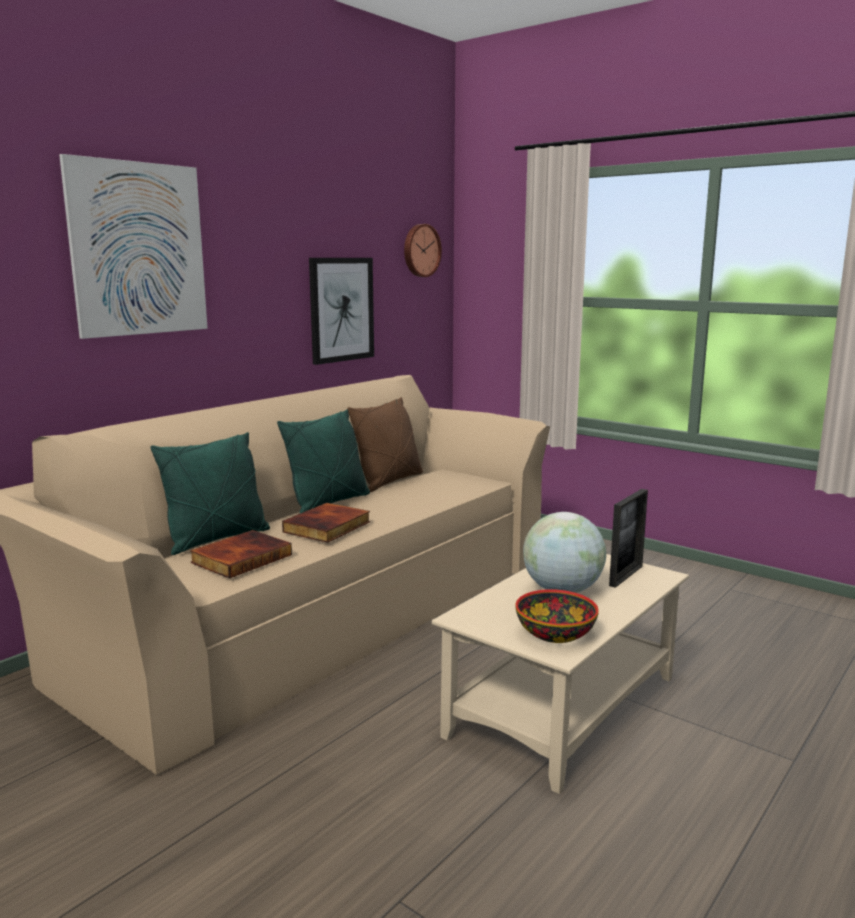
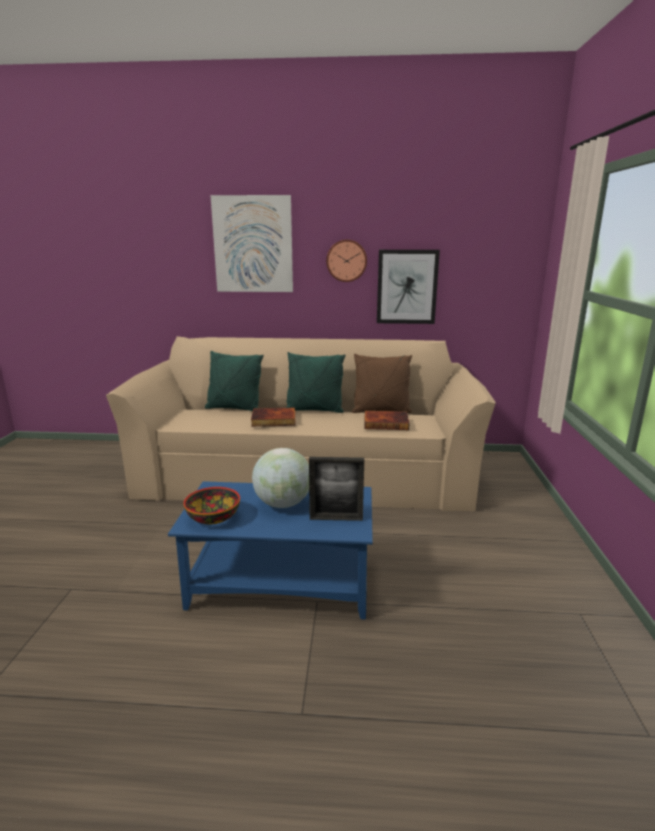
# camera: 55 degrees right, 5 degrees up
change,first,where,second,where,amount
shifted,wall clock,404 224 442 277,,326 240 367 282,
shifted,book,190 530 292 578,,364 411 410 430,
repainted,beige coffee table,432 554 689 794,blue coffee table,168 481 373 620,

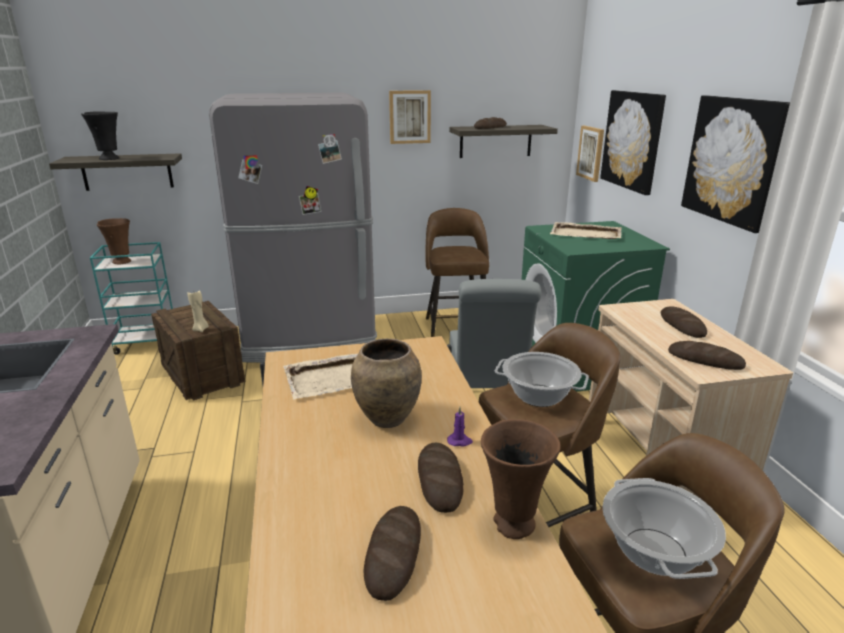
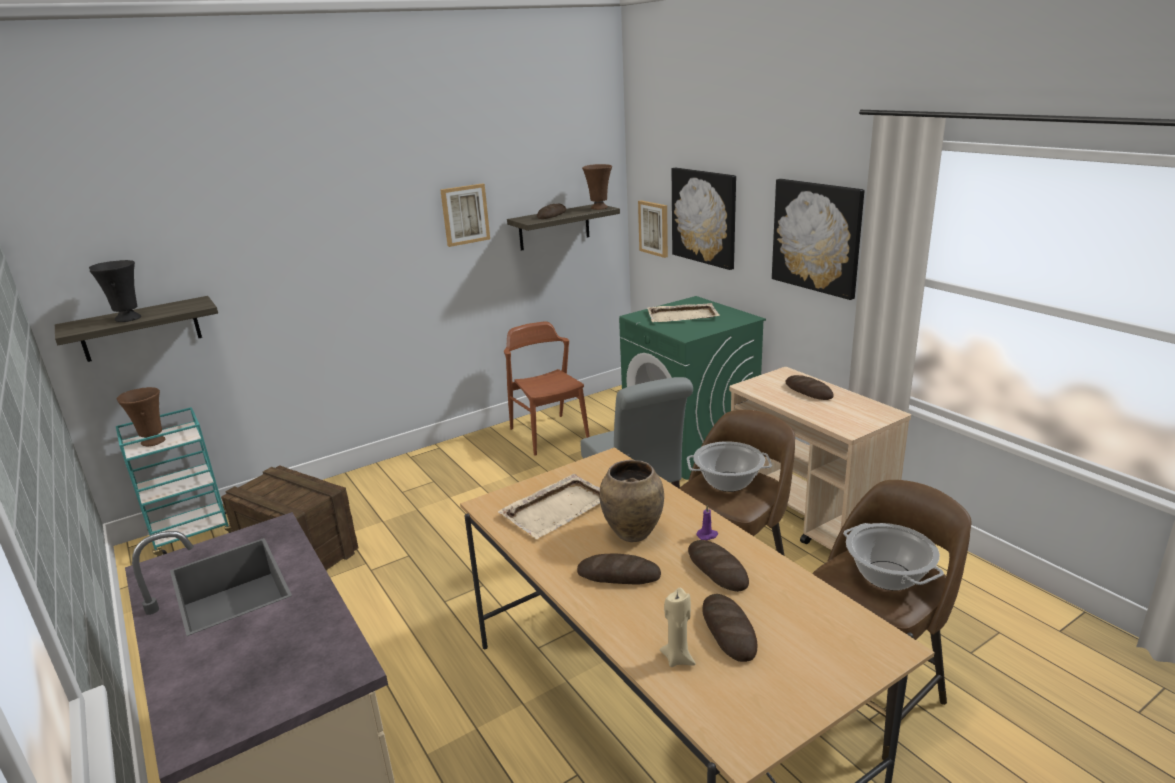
# camera: 20 degrees left, 0 degrees up
change,first,where,second,where,amount
gone,grey fridge,209 93 377 363,,,
swapped,brown stool,425 208 489 337,brown chair,504 322 590 456,
shifted,beige candle,187 291 209 332,,659 588 696 667,
shifted,bread,668 341 746 370,,577 553 661 584,
shifted,brown vase,481 419 561 539,,582 164 612 210,

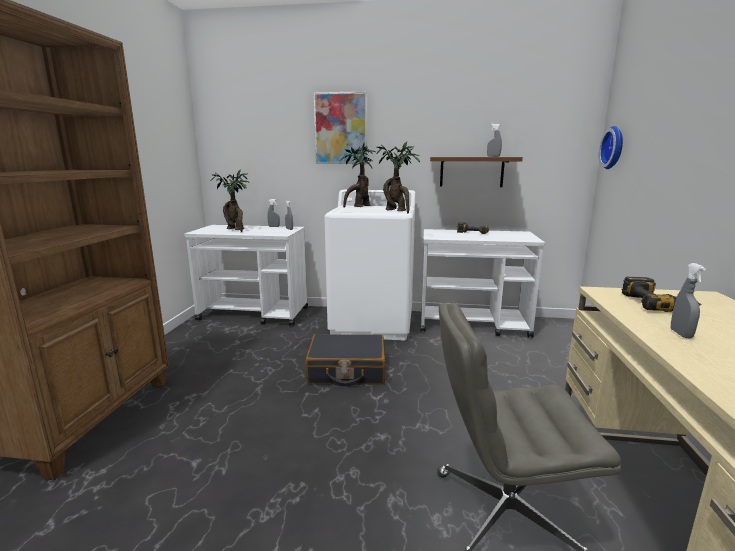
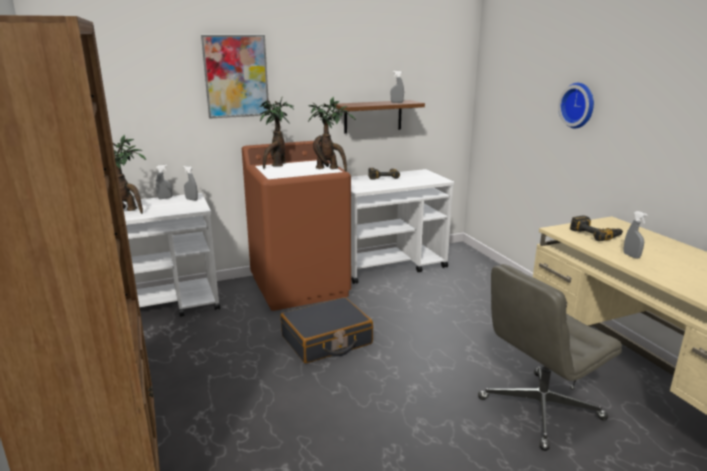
# camera: 30 degrees left, 5 degrees up
change,first,where,second,where,amount
shifted,wall clock,599 126 623 169,,558 83 594 128,
repainted,white washing machine,324 190 416 341,brown washing machine,242 141 351 311,

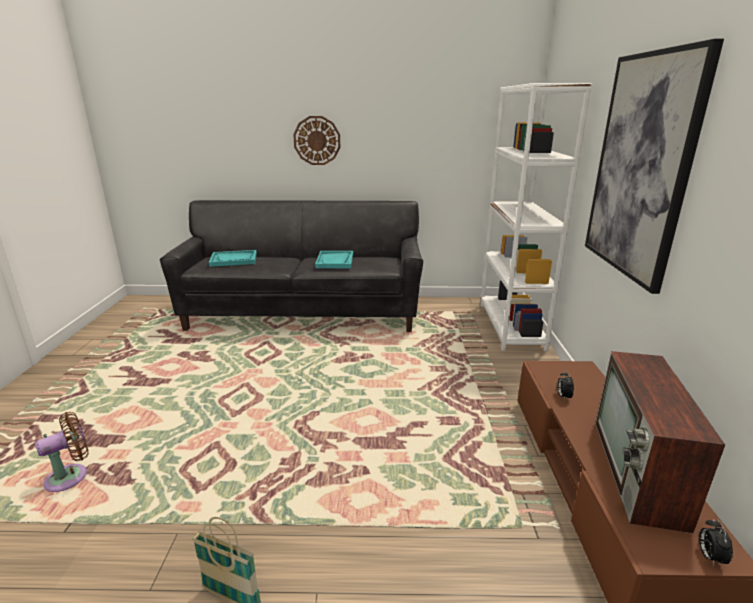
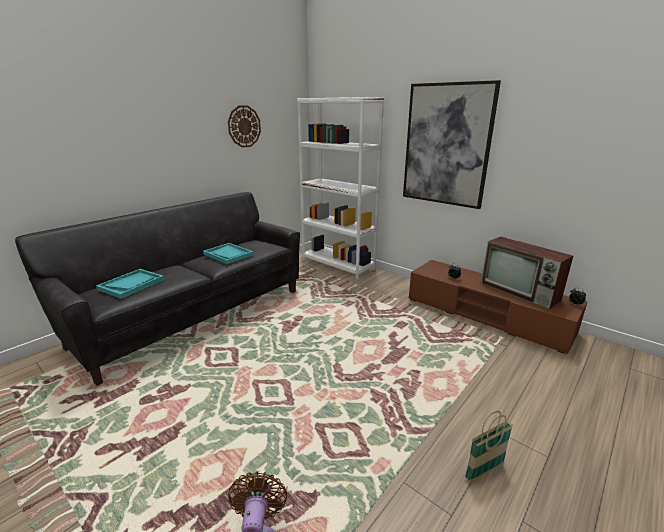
# camera: 50 degrees left, 0 degrees up
change,first,where,second,where,amount
shifted,wall clock,293 116 340 165,,228 105 261 148,

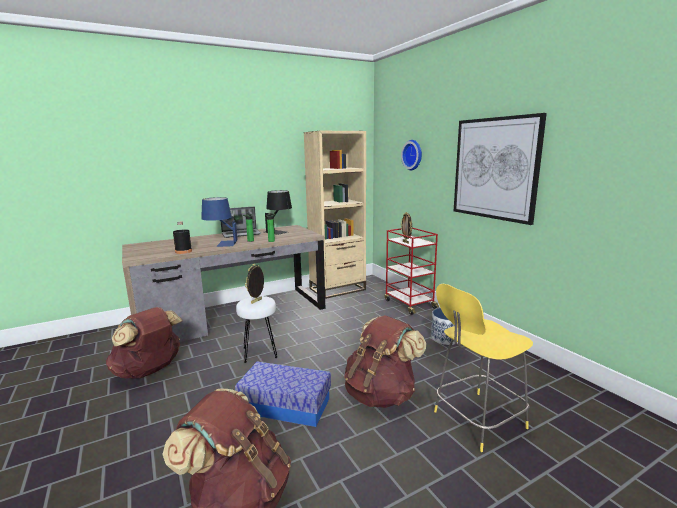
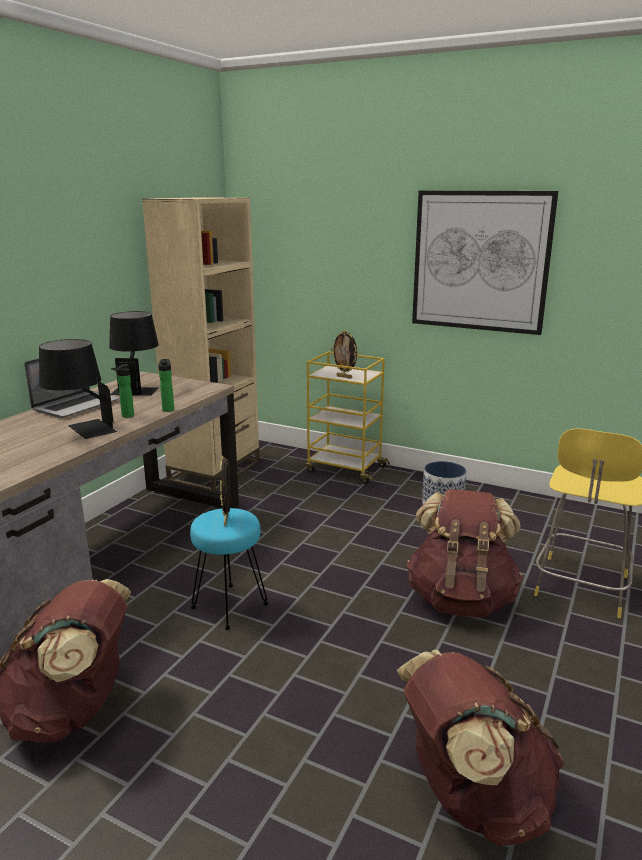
# camera: 35 degrees left, 5 degrees up
change,first,where,second,where,amount
gone,wall clock,401 140 422 170,,,
repainted,blue table lamp,201 197 238 247,black table lamp,39 339 117 439,
gone,black bottle,173 222 192 254,,,
repainted,red cart,385 227 439 315,yellow cart,306 351 390 484,
repainted,white stool,236 296 278 363,turquoise stool,190 508 268 630,
gone,storage box,235 361 331 427,,,

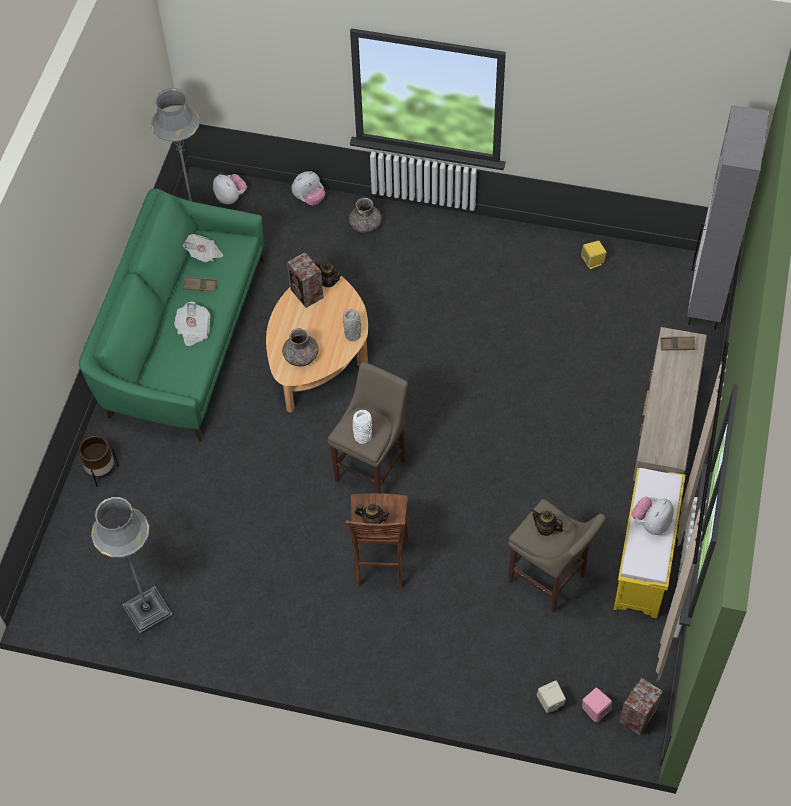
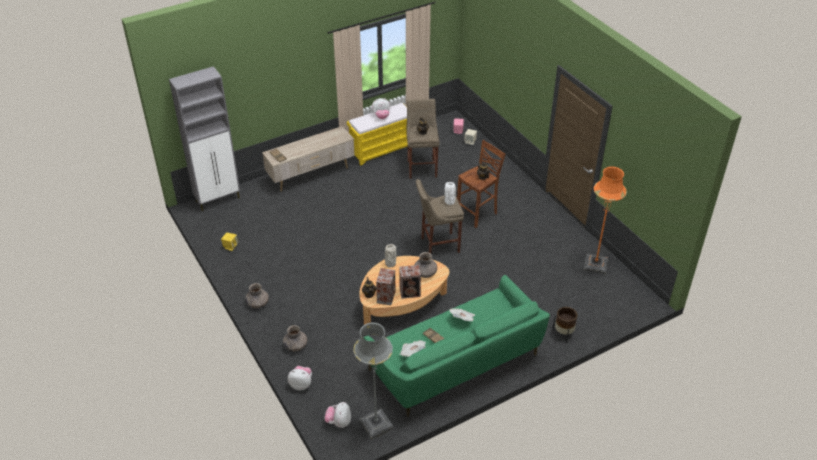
# camera: 135 degrees left, 15 degrees down
change,first,where,second,where,amount
repainted,grey floor lamp,91 497 173 635,orange floor lamp,584 166 627 275,
shifted,speaker,619 678 663 736,,399 265 421 299,
new,,,grey vase,246 283 269 308,

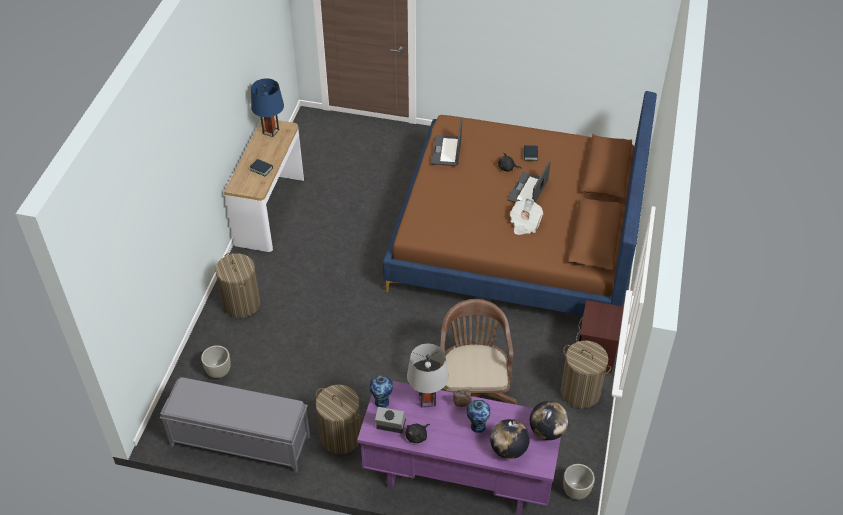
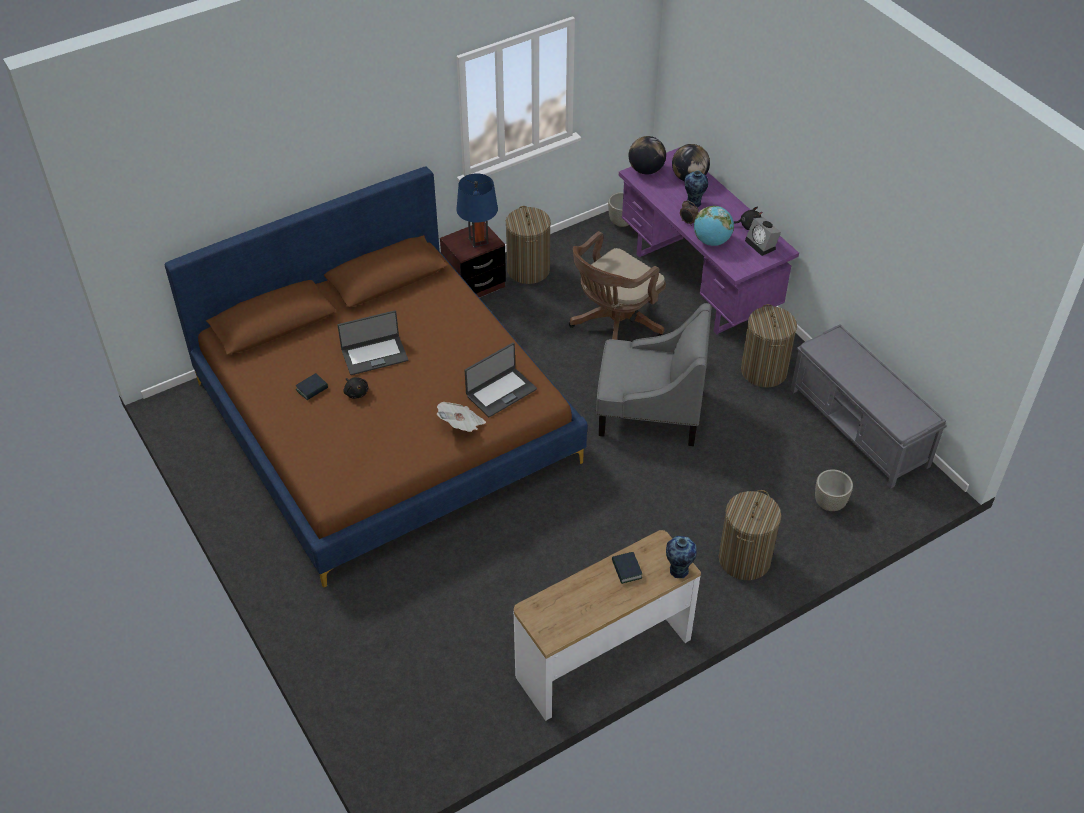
# camera: 135 degrees left, 0 degrees up
change,first,where,second,where,amount
shifted,blue table lamp,251 78 284 137,,457 173 498 248,
shifted,laptop,431 118 462 166,,465 343 537 417,
shifted,newspaper,510 198 543 235,,437 402 486 432,
swapped,grey table lamp,407 344 448 407,globe,694 206 734 246,
shifted,vase,369 375 393 408,,666 536 697 578,
new,,,grey armchair,596 303 711 446,

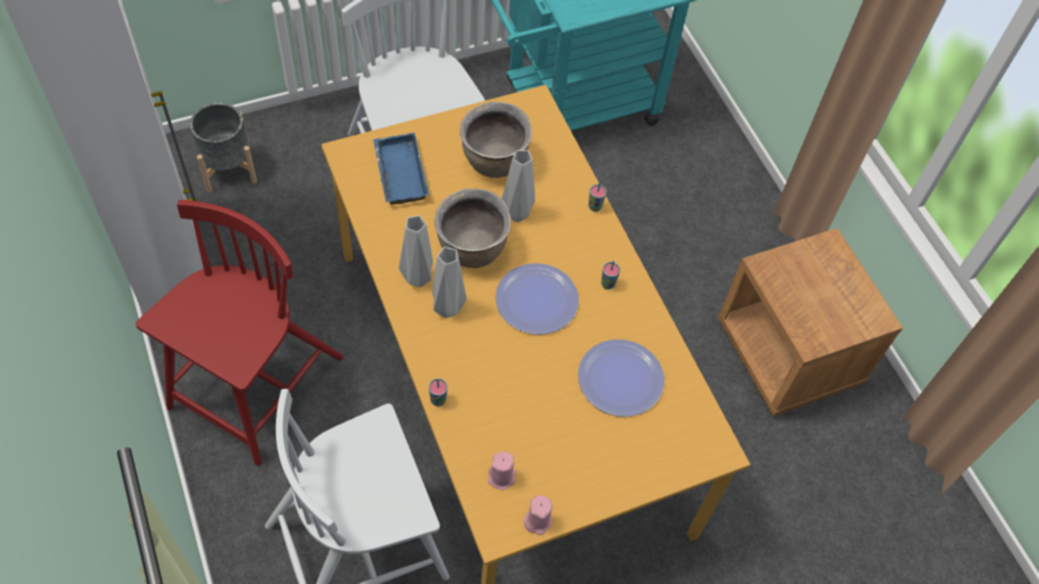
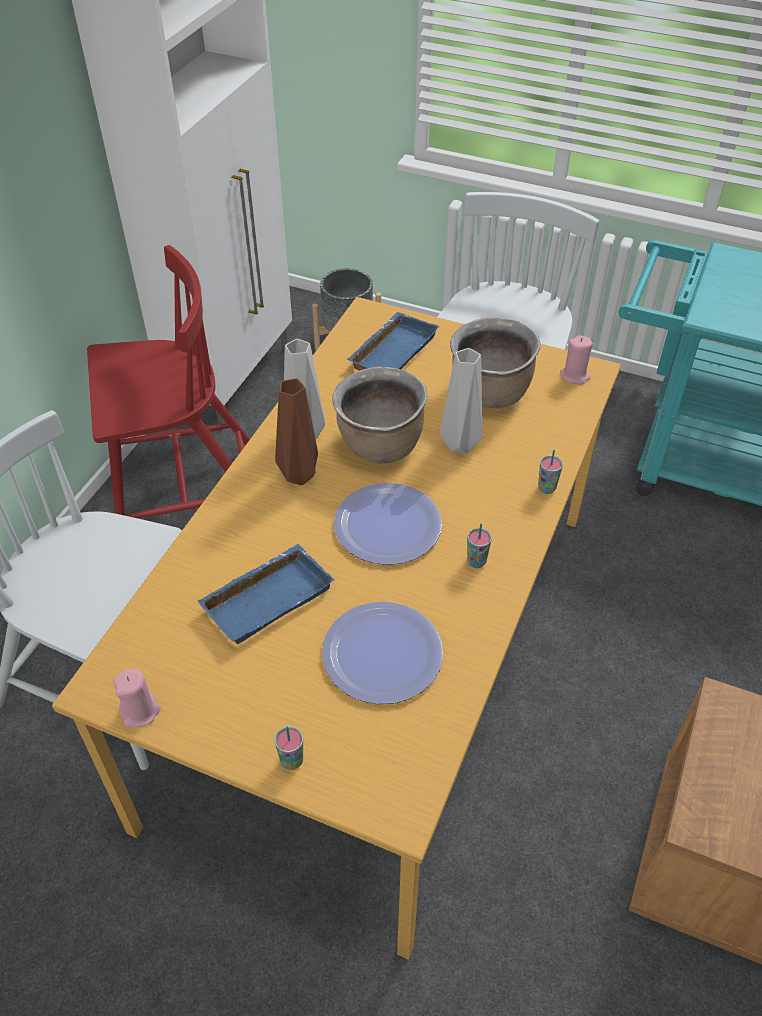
# camera: 50 degrees right, 10 degrees down
change,first,where,second,where,amount
repainted,grey vase,432 247 467 318,brown vase,275 378 318 485,
shifted,cup,429 378 448 406,,275 727 303 770,
shifted,pink candle,488 451 516 490,,560 335 593 385,
new,,,blue tray,197 544 334 644,

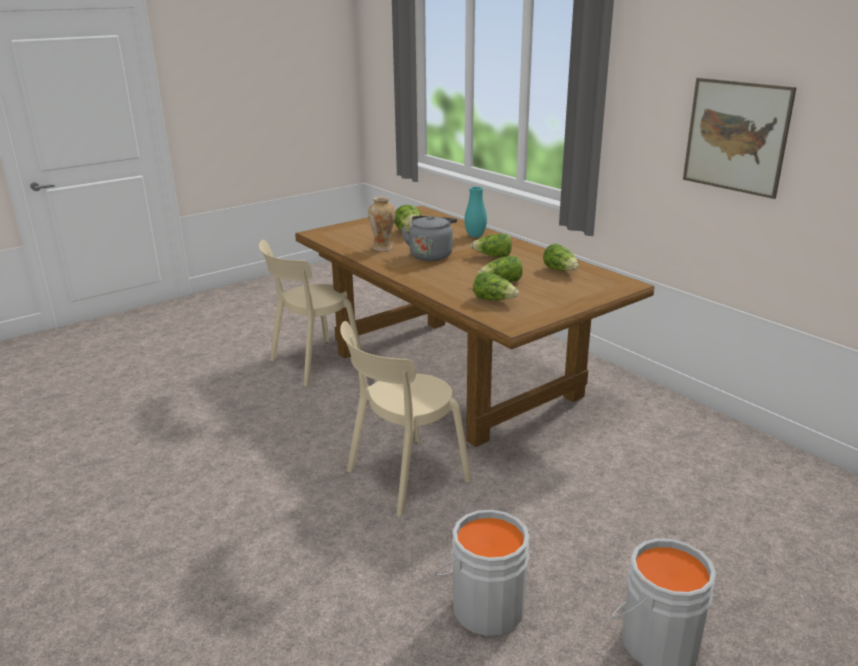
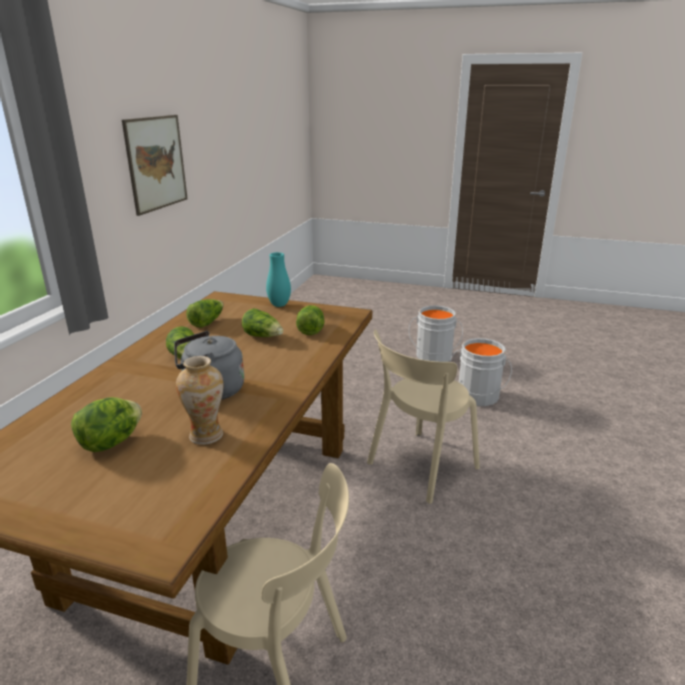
# camera: 125 degrees left, 0 degrees up
change,first,where,second,where,amount
shifted,turquoise vase,464 187 487 237,,266 252 291 307,
rotated,beige chair,340 321 471 517,,367 329 480 504,120 degrees clockwise

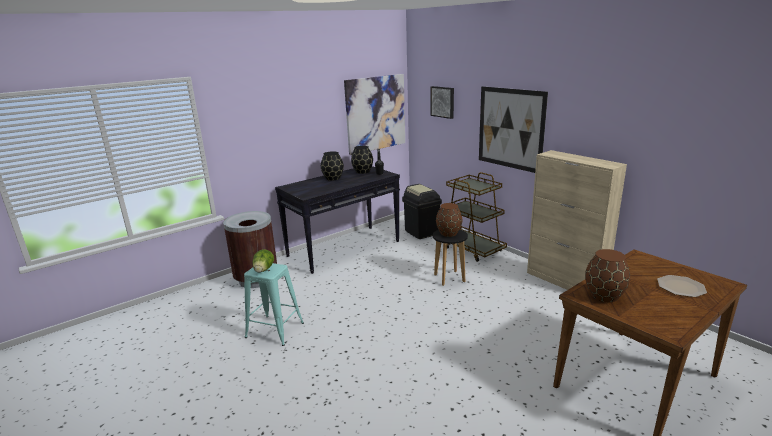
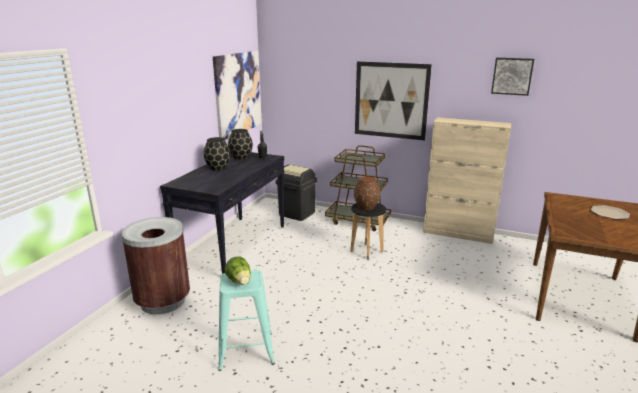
# camera: 30 degrees left, 0 degrees up
change,first,where,second,where,amount
shifted,picture,430 86 454 119,,491 58 534 96,
gone,brown vase,585 249 630 302,,,

